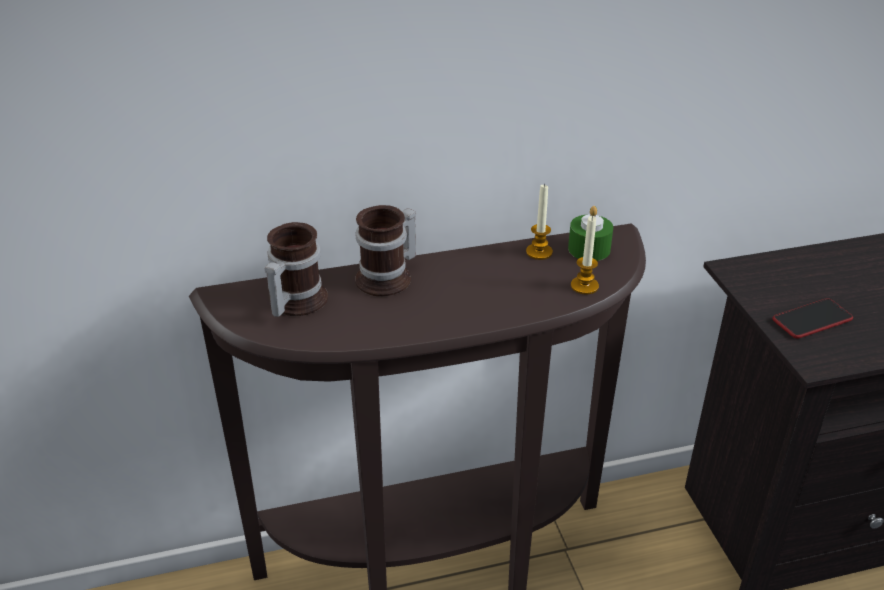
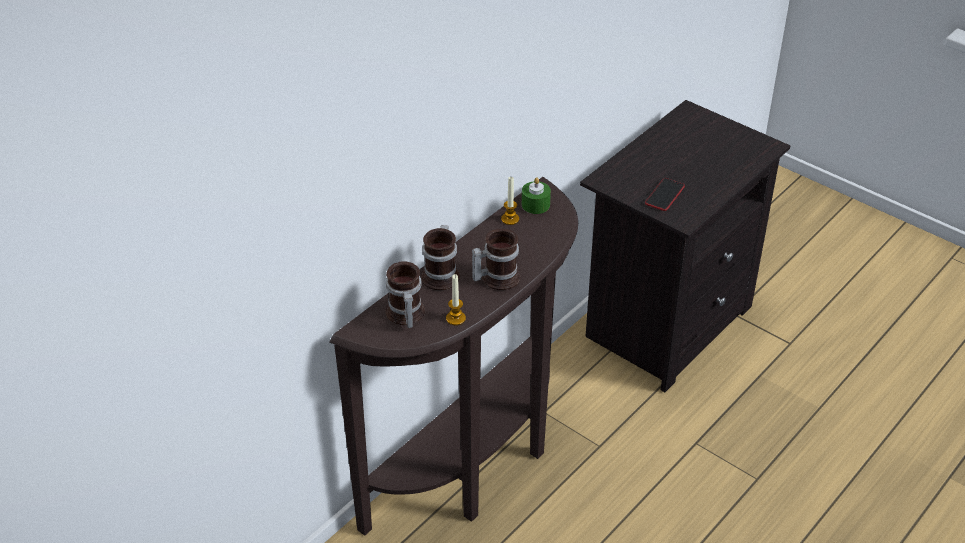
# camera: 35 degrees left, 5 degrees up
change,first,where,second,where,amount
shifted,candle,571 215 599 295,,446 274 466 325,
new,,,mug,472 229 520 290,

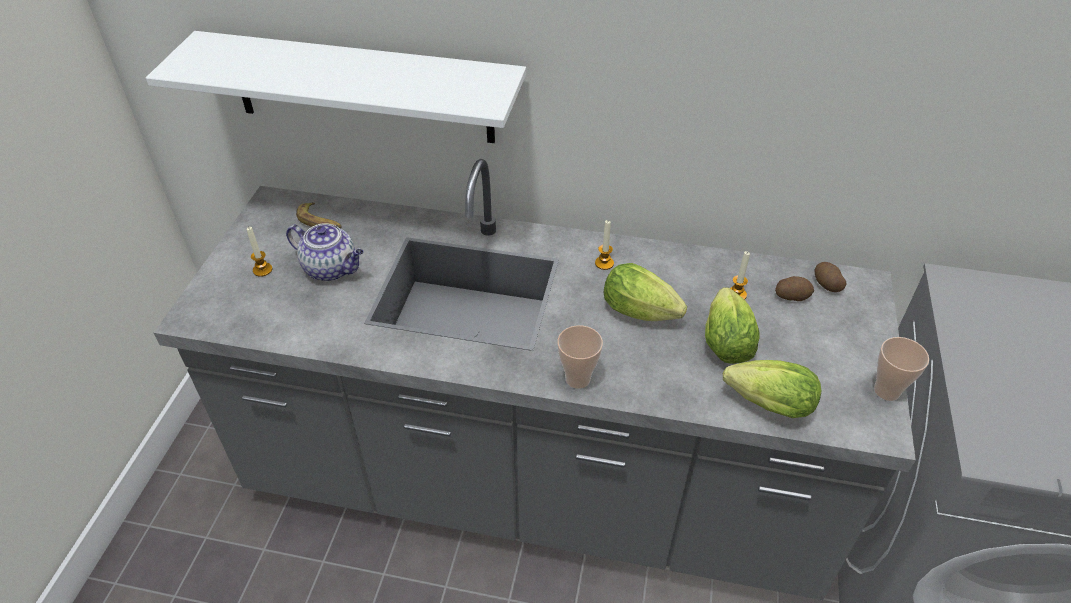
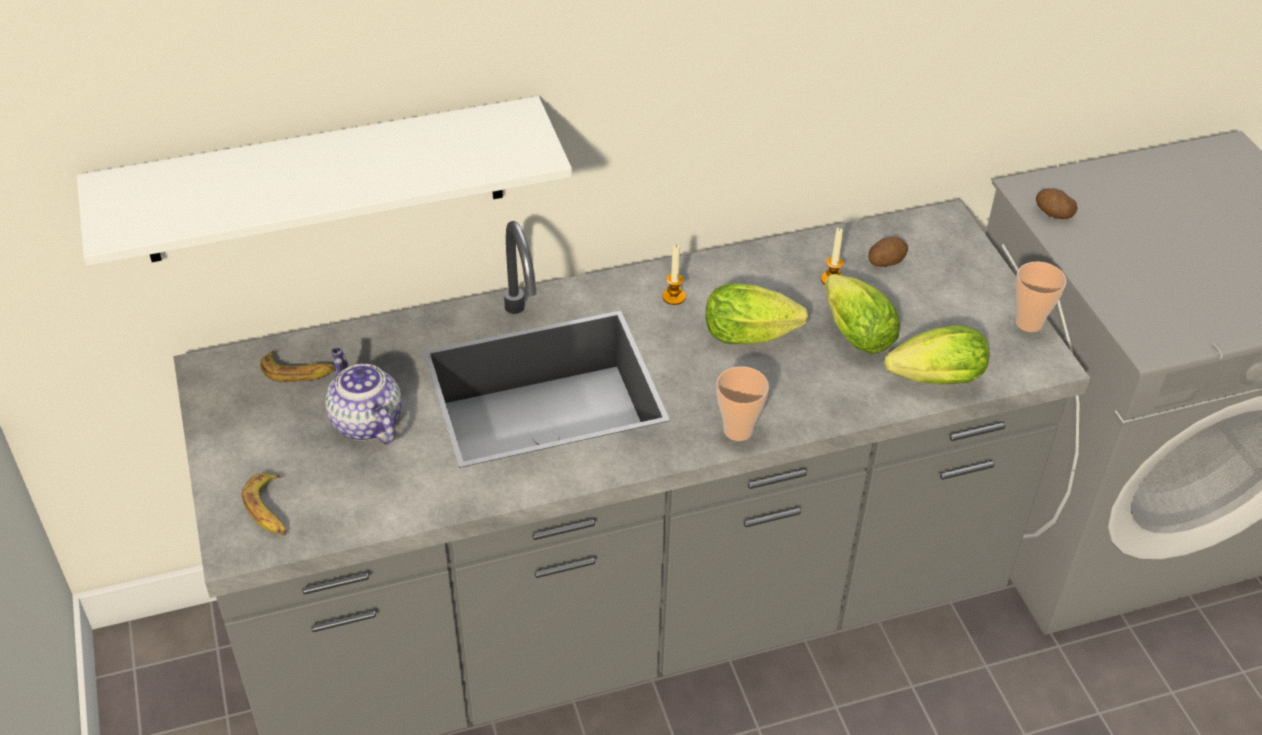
# camera: 30 degrees left, 0 degrees up
change,first,where,second,where,amount
rotated,teapot,286 223 364 281,,325 348 402 444,120 degrees counterclockwise
gone,candle,247 227 272 277,,,
shifted,potato,815 262 846 292,,1036 188 1078 219,
new,,,banana,242 473 286 535,

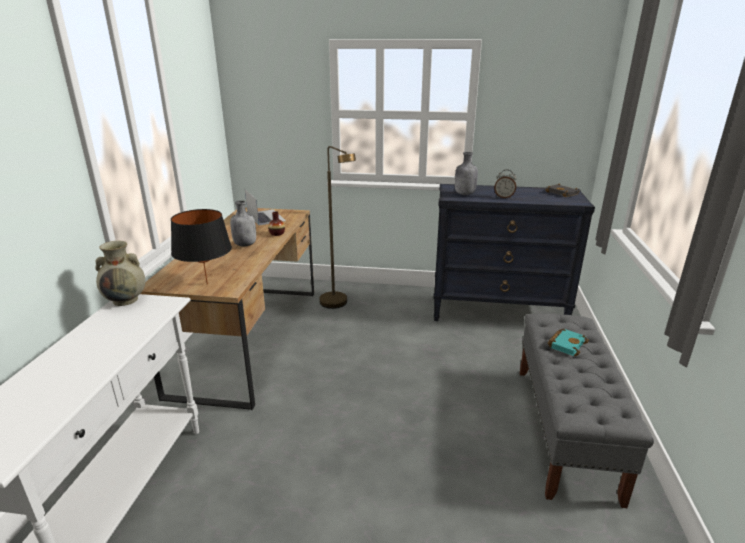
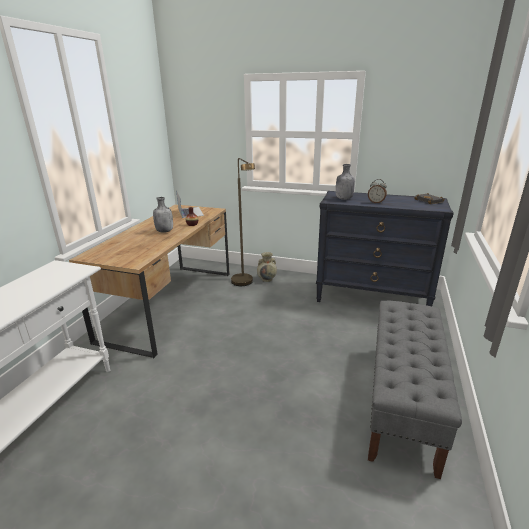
# camera: 10 degrees right, 0 degrees up
change,first,where,second,where,amount
gone,black table lamp,171 209 232 285,,,
shifted,beige vase,95 241 145 306,,257 252 277 282,
gone,turquoise book,548 329 589 356,,,

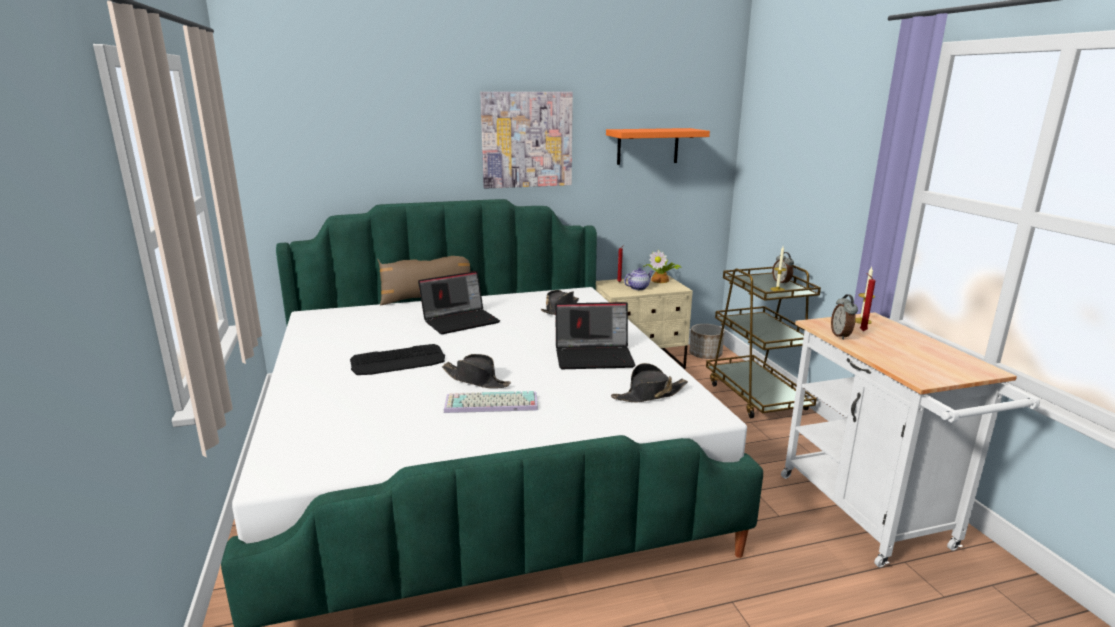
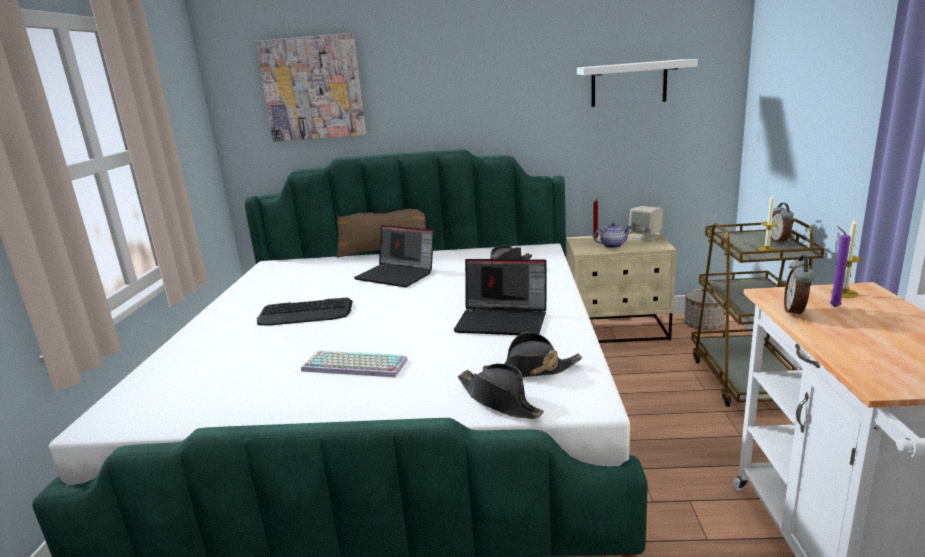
# camera: 20 degrees right, 0 degrees up
change,first,where,second,where,amount
shifted,picture,480 92 573 189,,255 33 366 142,
repainted,orange shelf,606 128 710 165,white shelf,577 59 698 107,
swapped,potted plant,644 250 681 283,beige speaker,629 206 663 241,
rotated,laptop,418 271 500 334,,354 225 434 287,45 degrees clockwise
repainted,red candle,860 273 876 331,purple candle,830 226 851 307,
shifted,black hat,442 354 511 388,,458 363 544 419,

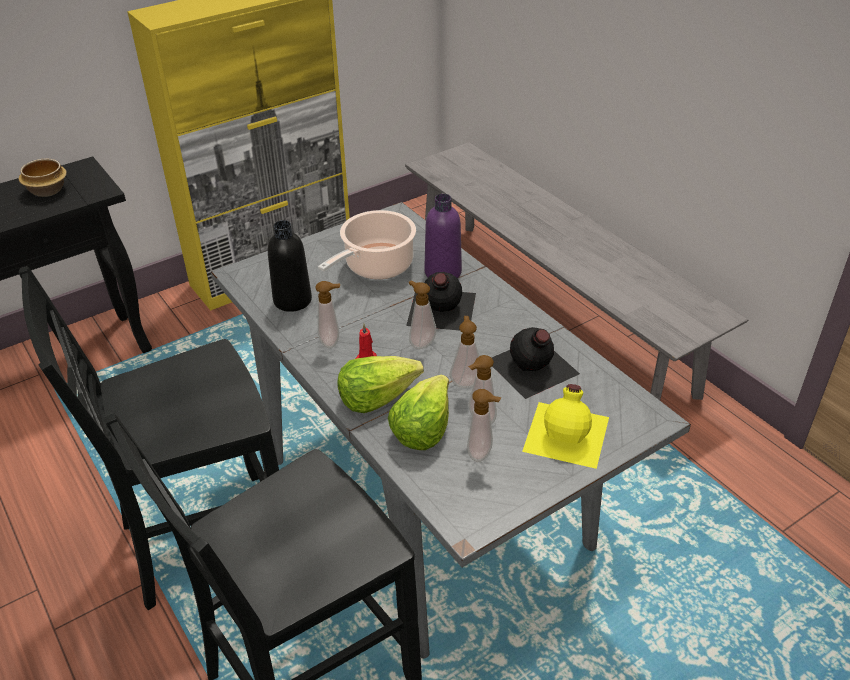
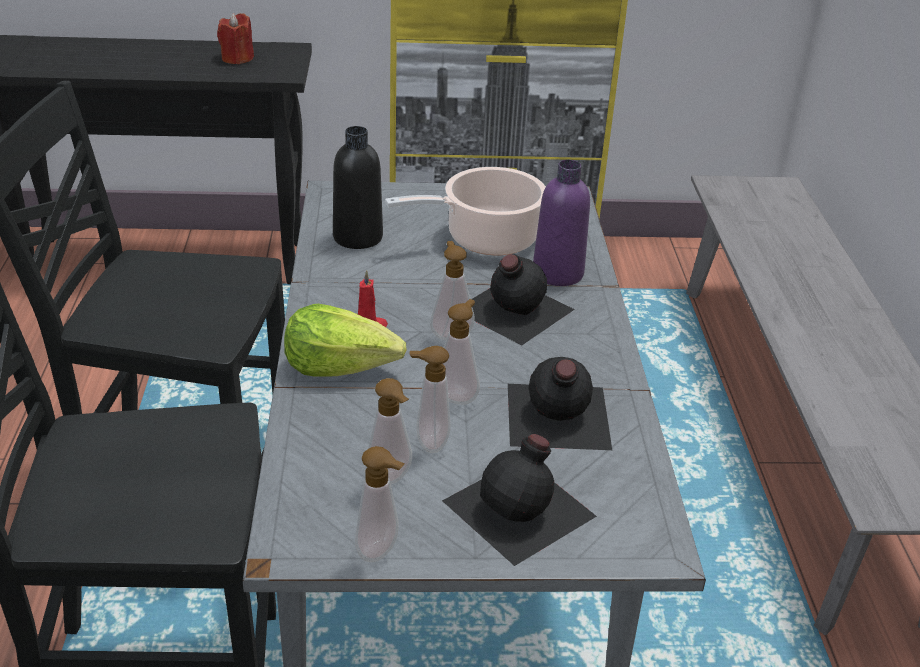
# camera: 30 degrees right, 5 degrees down
change,first,where,second,where,amount
swapped,bowl,19 159 67 197,red candle,217 13 254 64,
shifted,soap dispenser,315 281 340 348,,355 446 405 562,
gone,lettuce,388 375 449 450,,,
repainted,yellow bottle,522 384 609 469,black bottle,442 434 597 566,

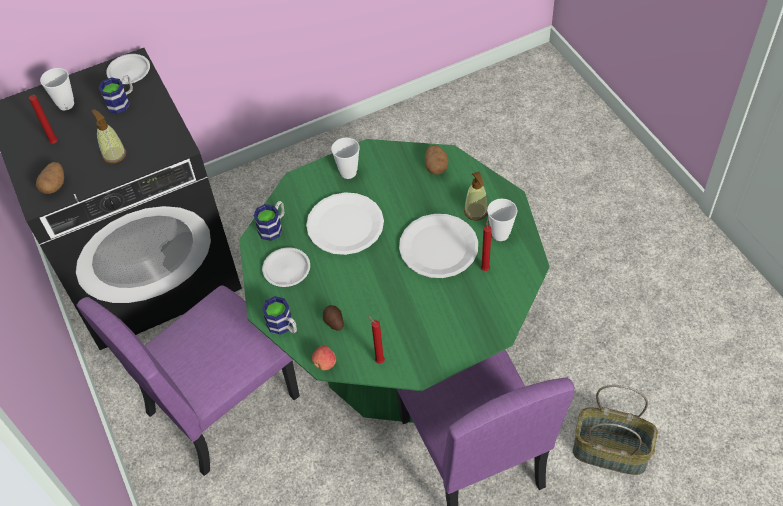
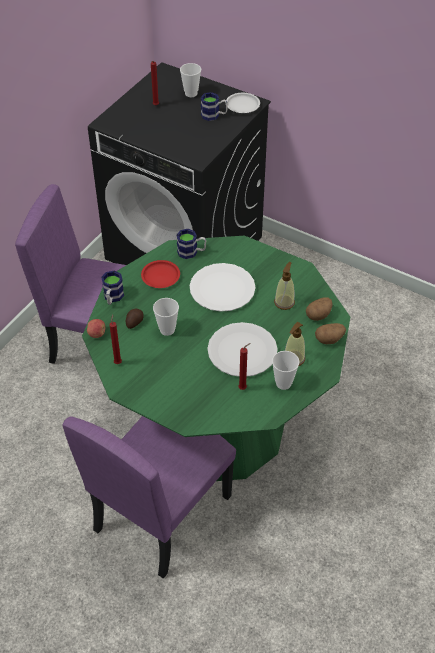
# camera: 55 degrees right, 5 degrees down
change,first,where,second,where,amount
shifted,soap dispenser,91 109 126 164,,274 262 295 310,
shifted,cup,331 137 360 179,,153 298 179 336,
shifted,potato,36 162 64 194,,315 323 346 344,
repainted,white plate,262 248 310 287,red plate,141 260 180 288,
gone,basket,573 385 658 475,,,

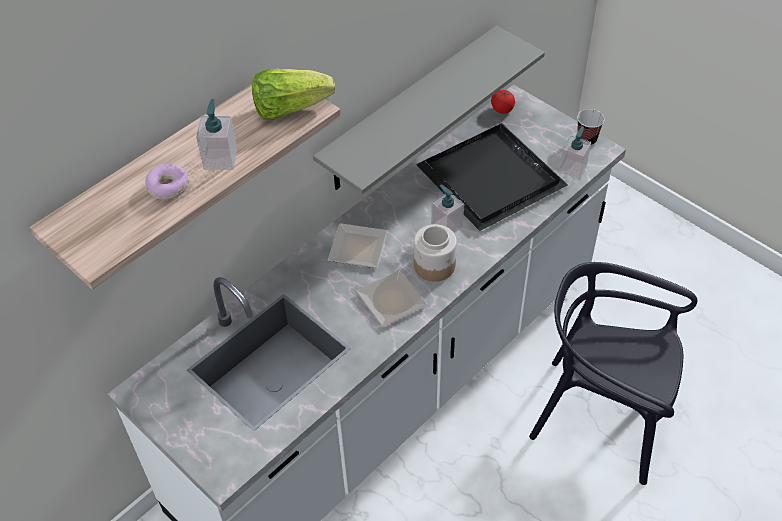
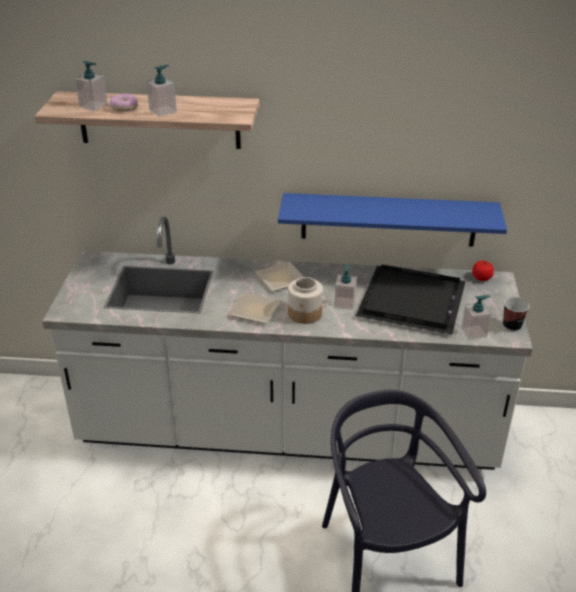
# camera: 50 degrees right, 15 degrees down
change,first,where,second,where,amount
repainted,grey shelf,313 26 545 194,blue shelf,278 193 507 247,
gone,lettuce,252 69 335 120,,,
new,,,soap dispenser,75 61 108 111,

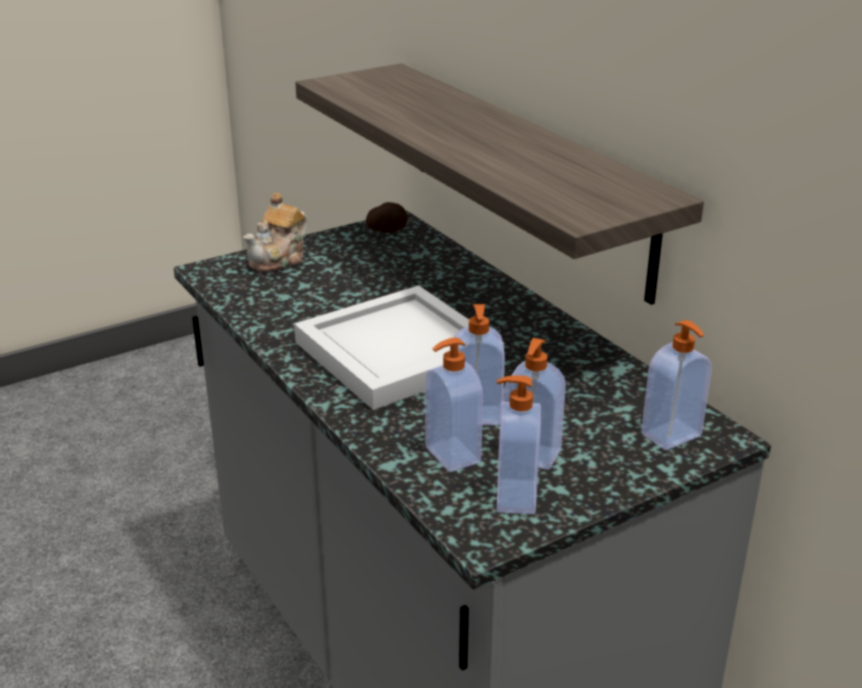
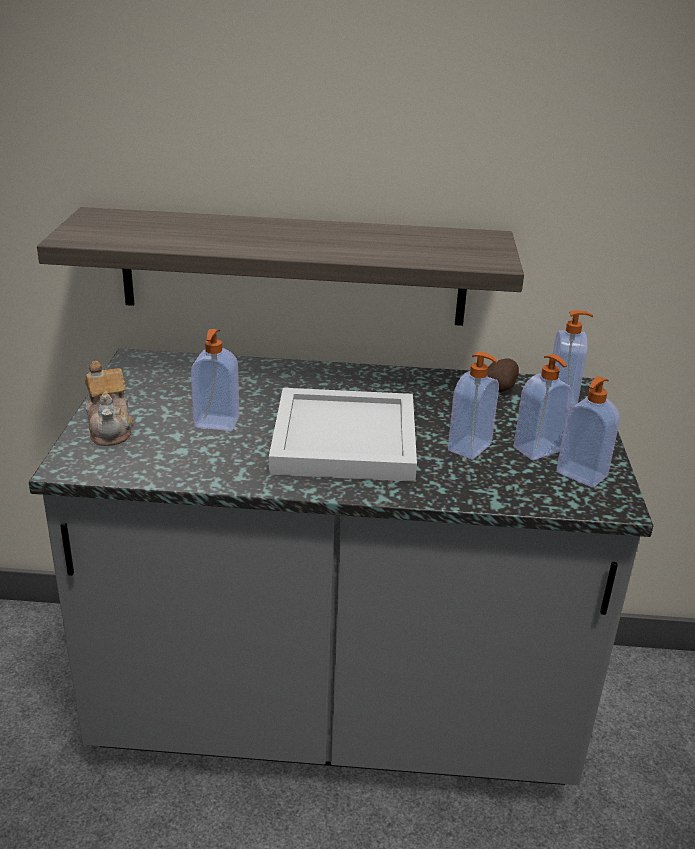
# camera: 55 degrees left, 0 degrees up
change,first,where,second,where,amount
shifted,potato,366 202 408 233,,487 359 519 392,
shifted,soap dispenser,425 338 483 472,,191 329 239 431,

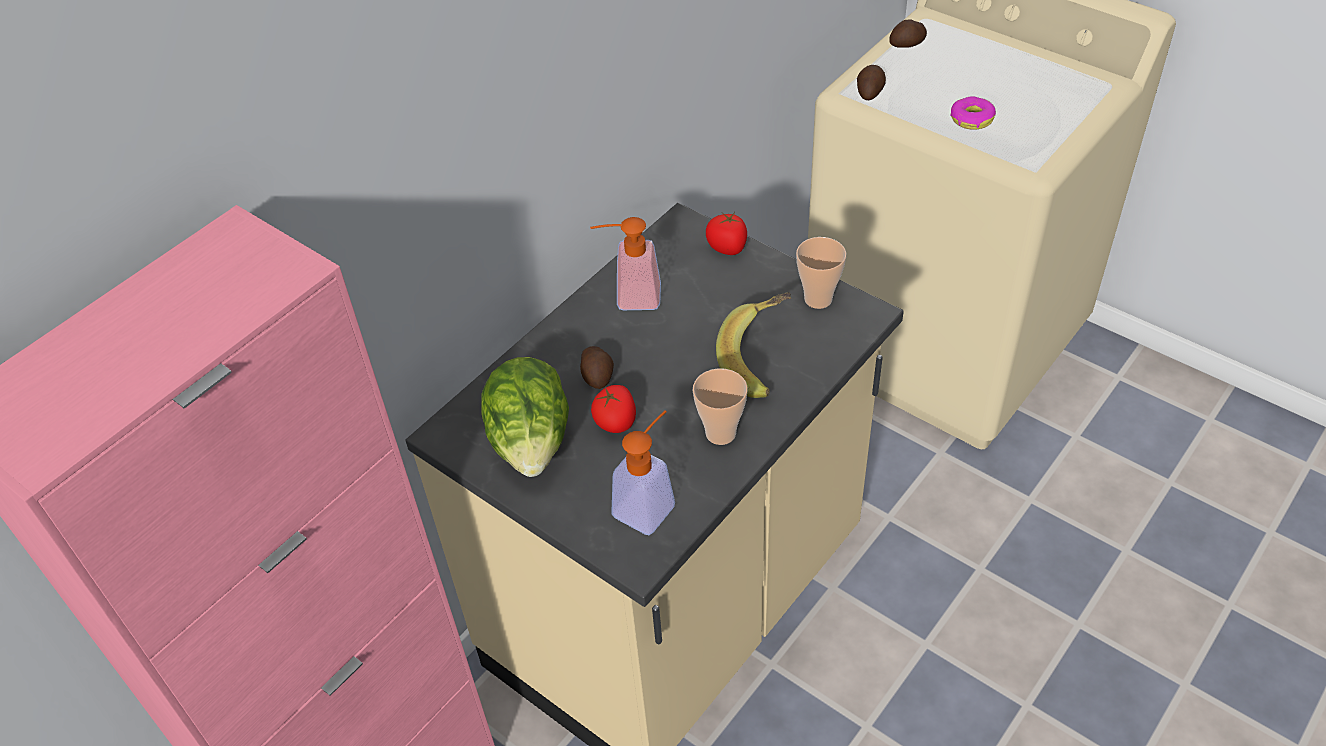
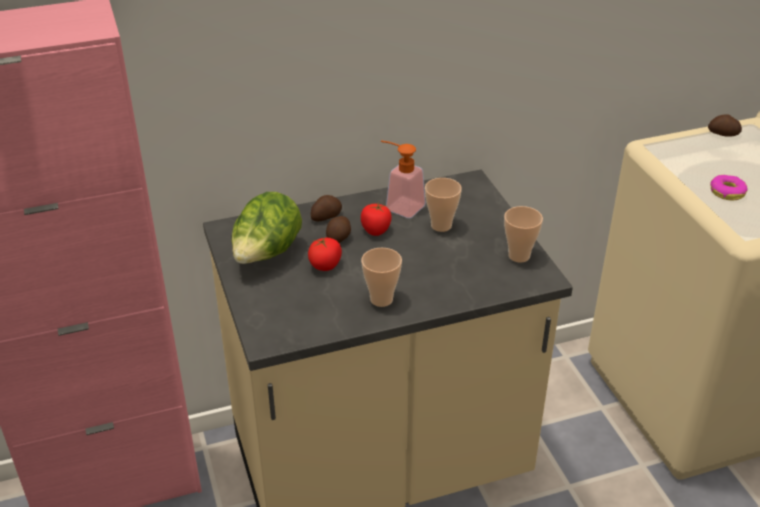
# camera: 30 degrees right, 10 degrees down
change,first,where,second,where,amount
shifted,potato,857 65 886 100,,311 195 342 221,
shifted,tomato,706 212 747 255,,361 202 392 236,
gone,banana,716 292 791 398,,,
gone,soap dispenser,611 410 675 535,,,
new,,,cup,425 178 462 232,

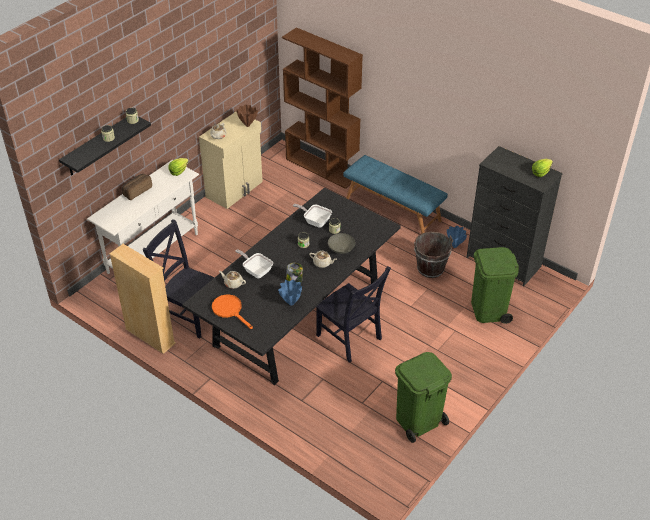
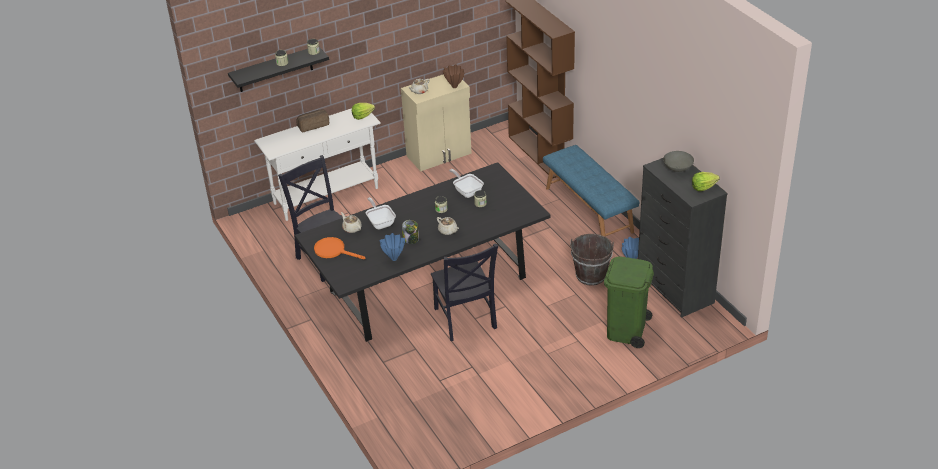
# camera: 25 degrees right, 5 degrees down
change,first,where,second,where,amount
shifted,grey bowl,328 233 355 254,,663 151 694 172,
gone,beige bookcase,109 244 176 354,,,
rotated,orange frying pan,212 295 253 329,,314 237 366 259,45 degrees counterclockwise
gone,green trash can,395 352 452 443,,,

